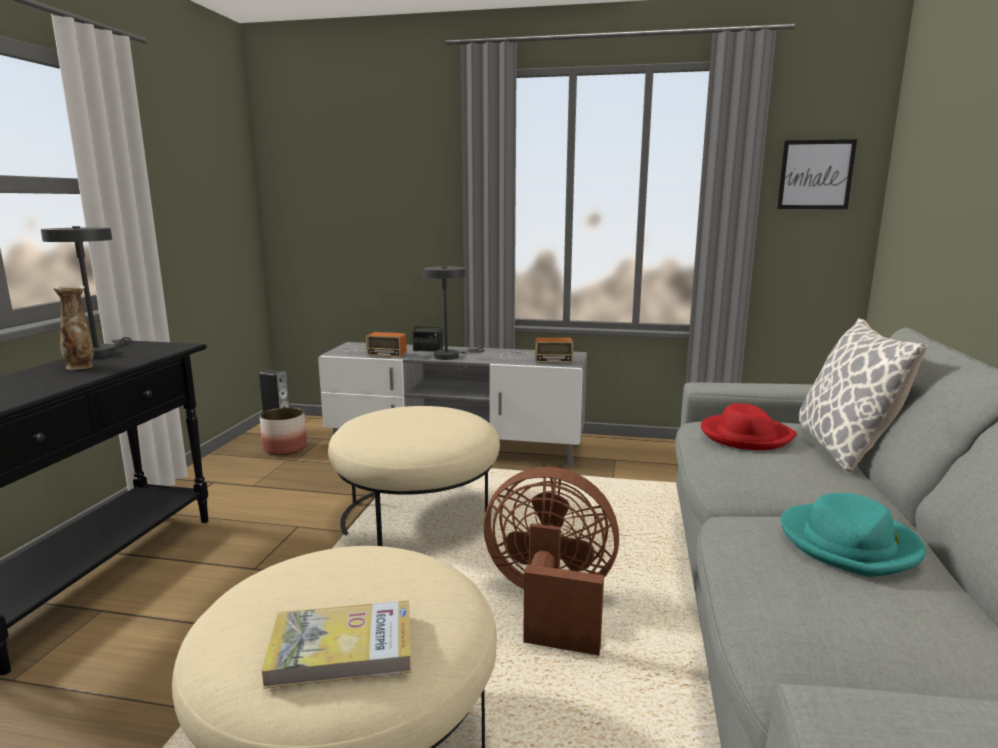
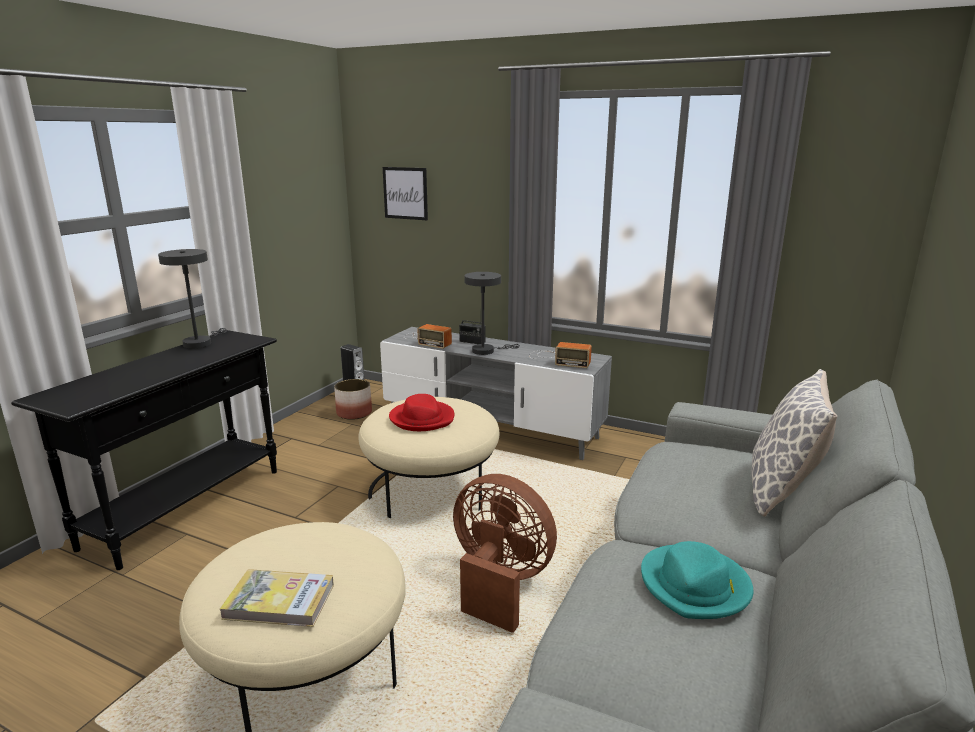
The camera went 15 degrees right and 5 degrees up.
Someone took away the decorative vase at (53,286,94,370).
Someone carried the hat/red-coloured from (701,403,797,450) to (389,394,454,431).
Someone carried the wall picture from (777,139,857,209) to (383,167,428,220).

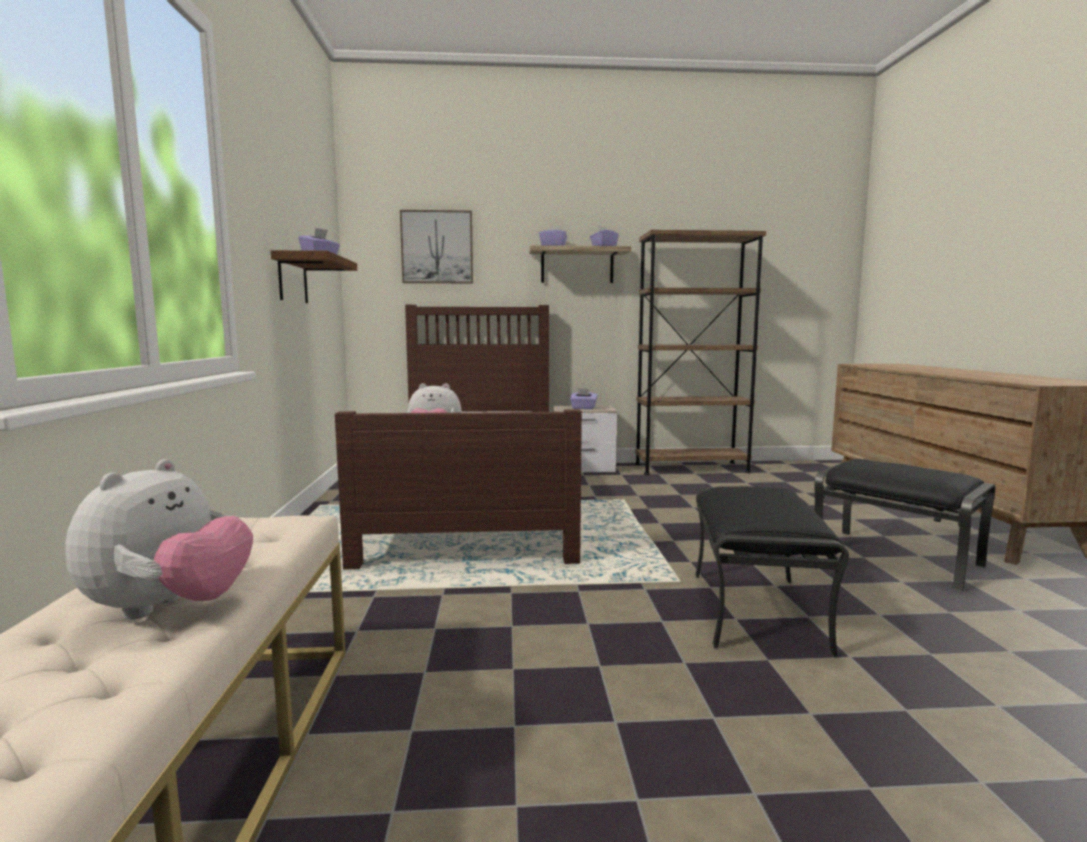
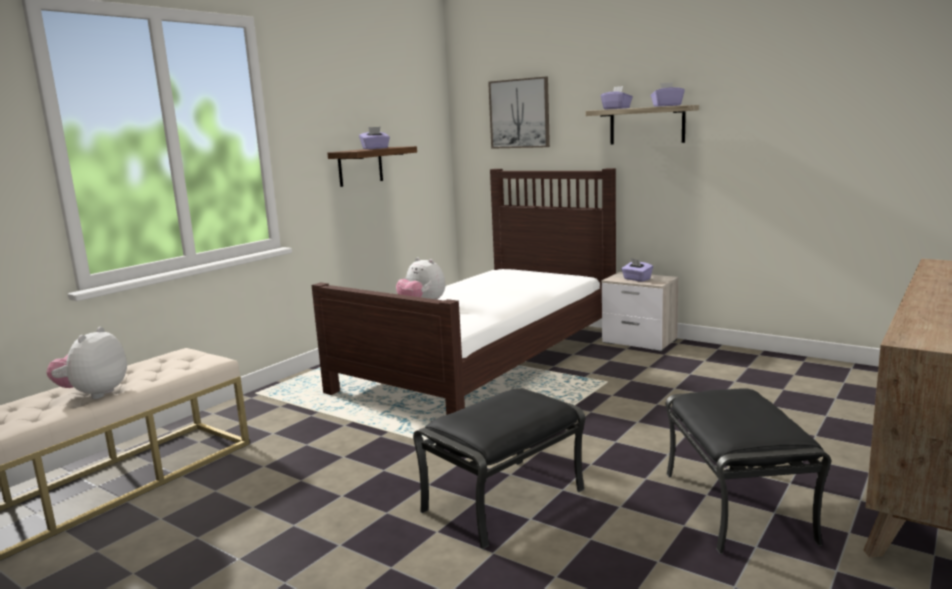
The camera went 40 degrees right and 5 degrees up.
Someone took away the bookshelf/brown at (635,230,766,475).
Someone rotated the plush toy at (65,459,253,620) by 135 degrees clockwise.

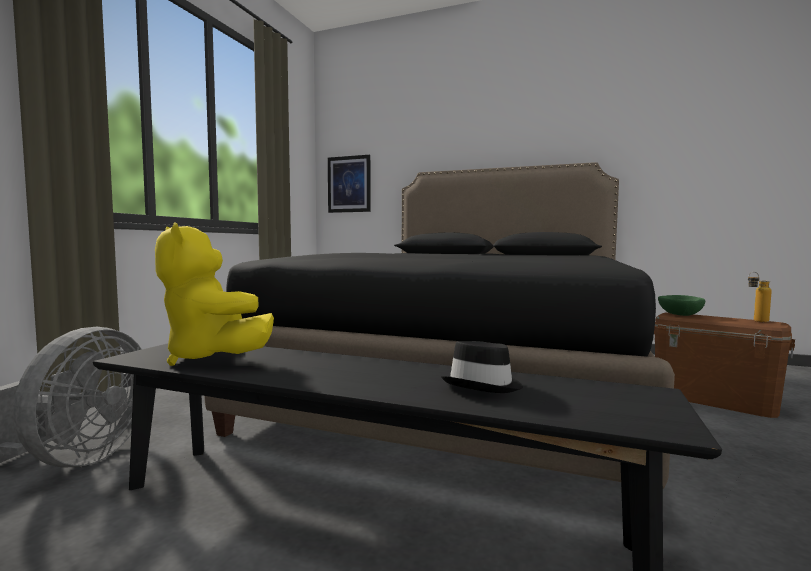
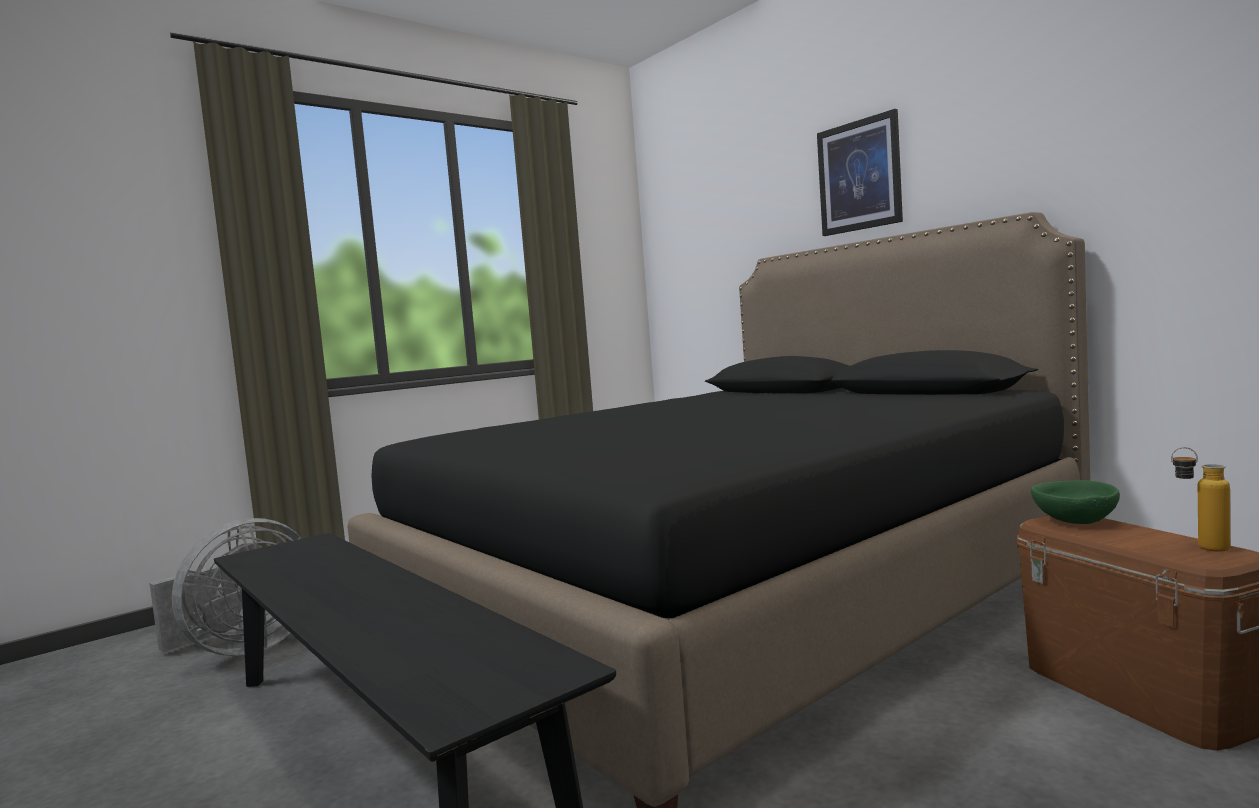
The camera went 30 degrees right and 0 degrees up.
Someone took away the plush toy/yellowish at (155,222,274,366).
Someone took away the hat/black at (441,341,523,393).
Someone carried the wall picture from (328,155,370,213) to (817,109,903,236).

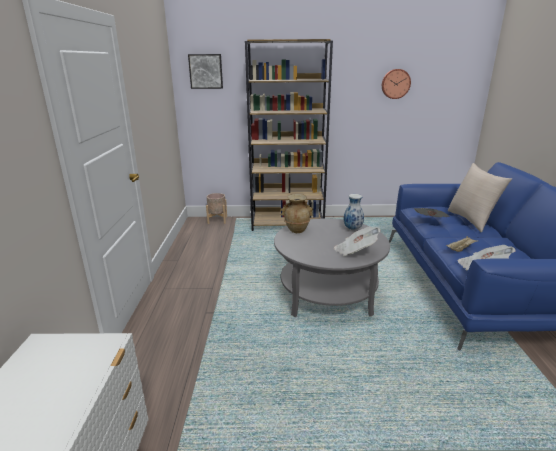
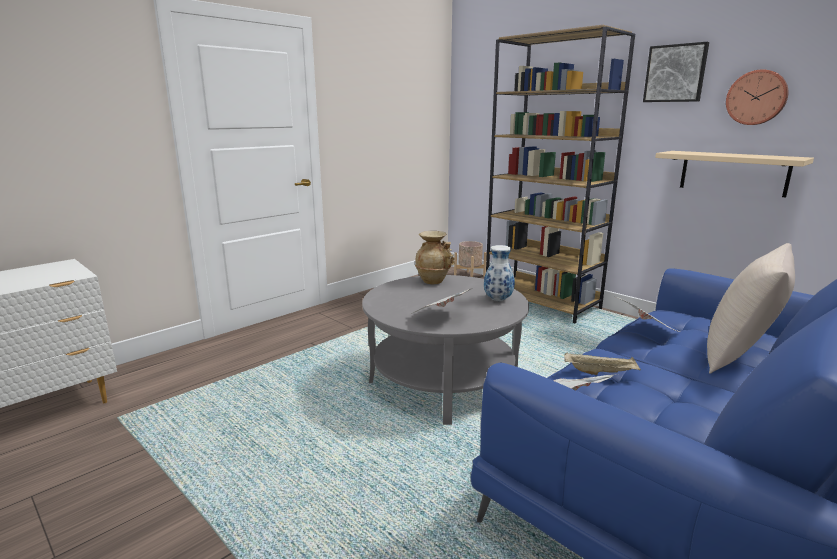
The camera went 45 degrees right and 5 degrees down.
Someone put up the wall shelf/sand-coloured at (655,151,814,197).
Someone carried the wall picture from (188,54,223,89) to (643,42,709,102).

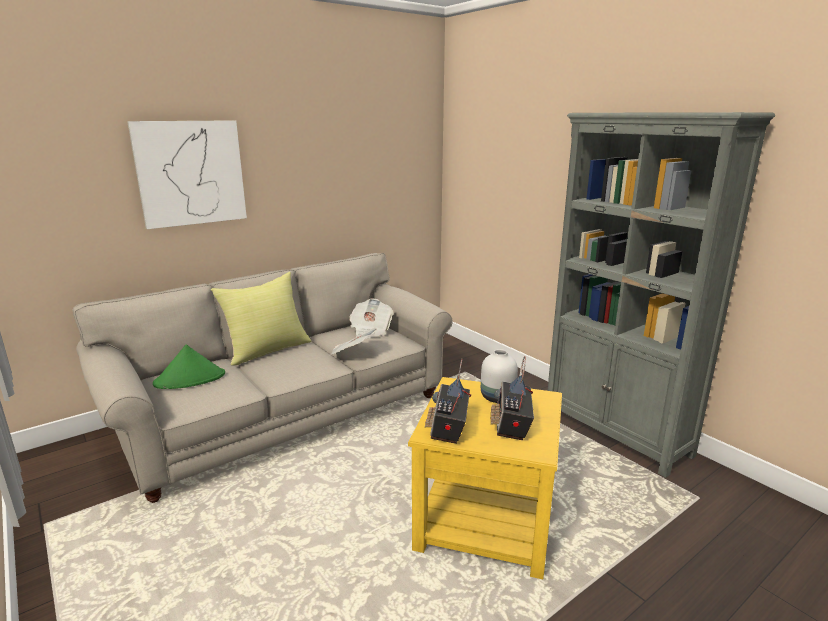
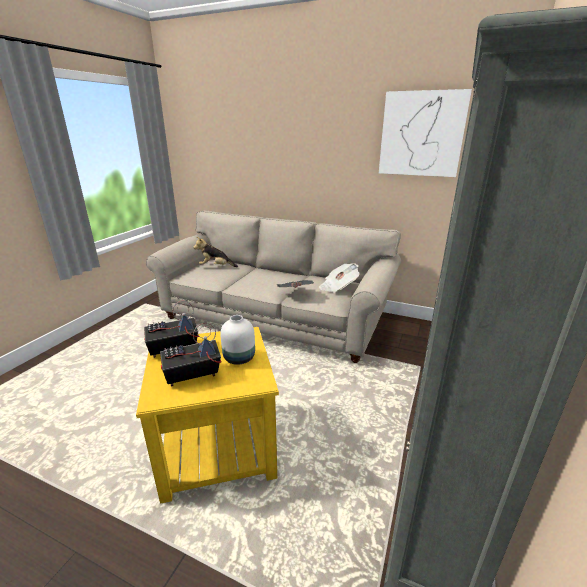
The camera went 60 degrees right and 5 degrees up.
Someone took away the cushion/yellowish at (211,272,312,366).
Someone carried the wall picture from (127,120,247,229) to (379,89,472,177).
Someone swapped the hat/green-coloured at (153,345,225,389) for the plush toy at (193,237,238,267).

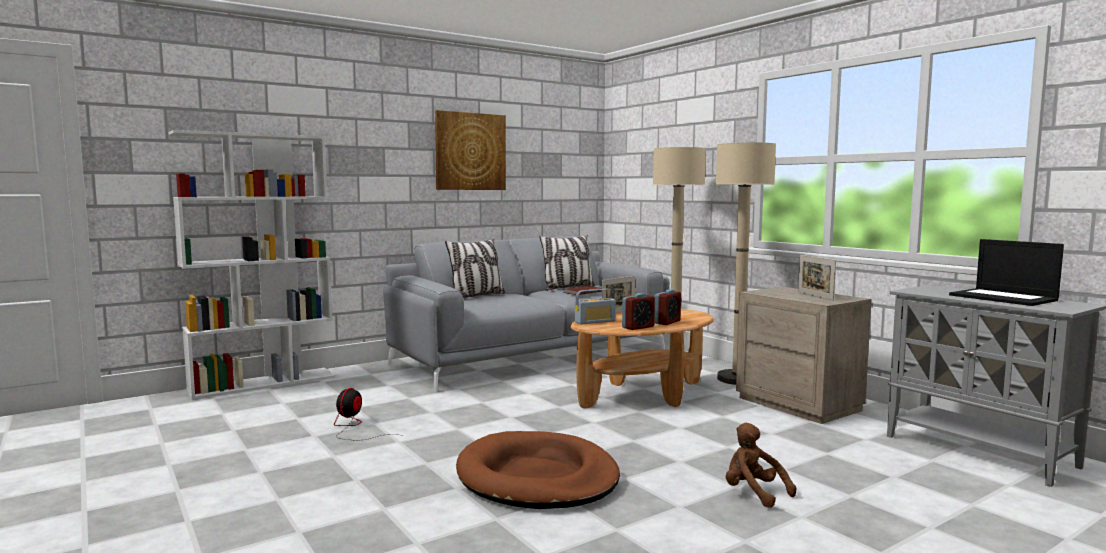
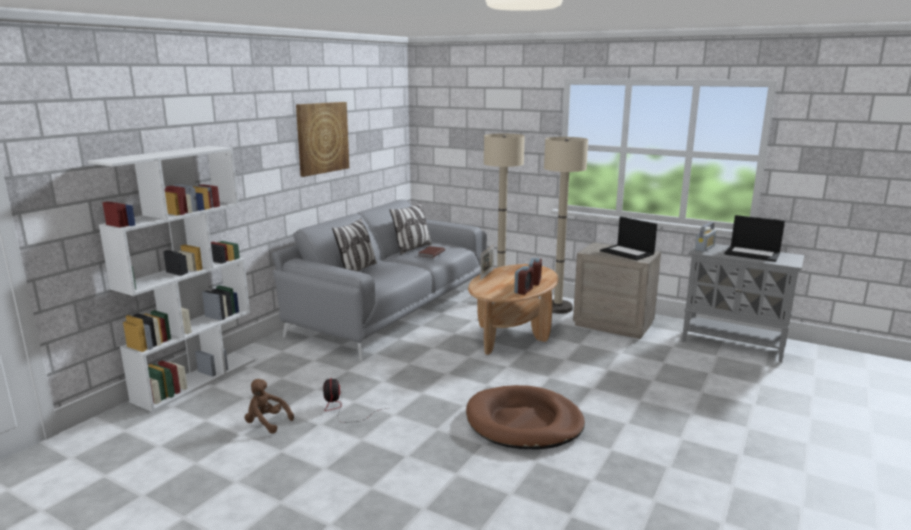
The camera went 25 degrees left and 10 degrees up.
Someone carried the radio from (575,289,616,325) to (695,222,717,252).
Someone carried the plush toy/brown from (726,423,796,508) to (244,379,294,434).
Someone swapped the picture frame at (798,255,836,301) for the portable computer at (600,217,657,260).

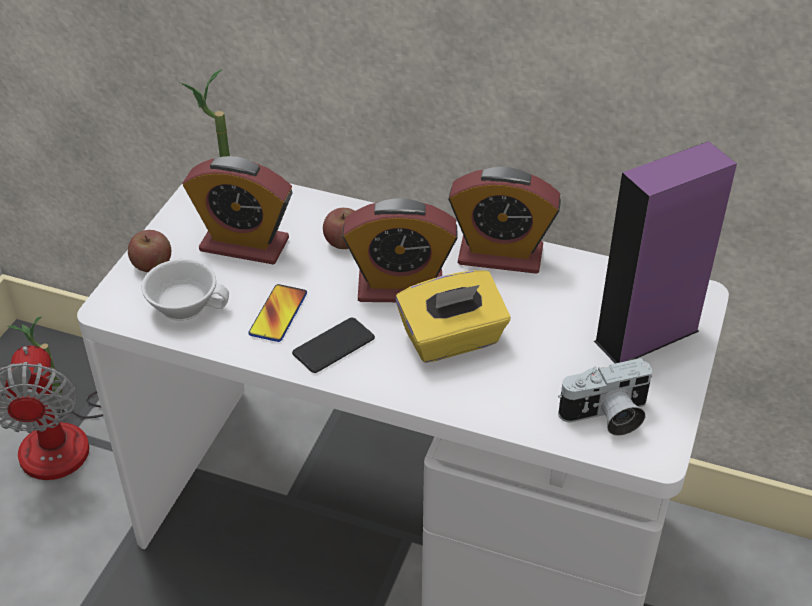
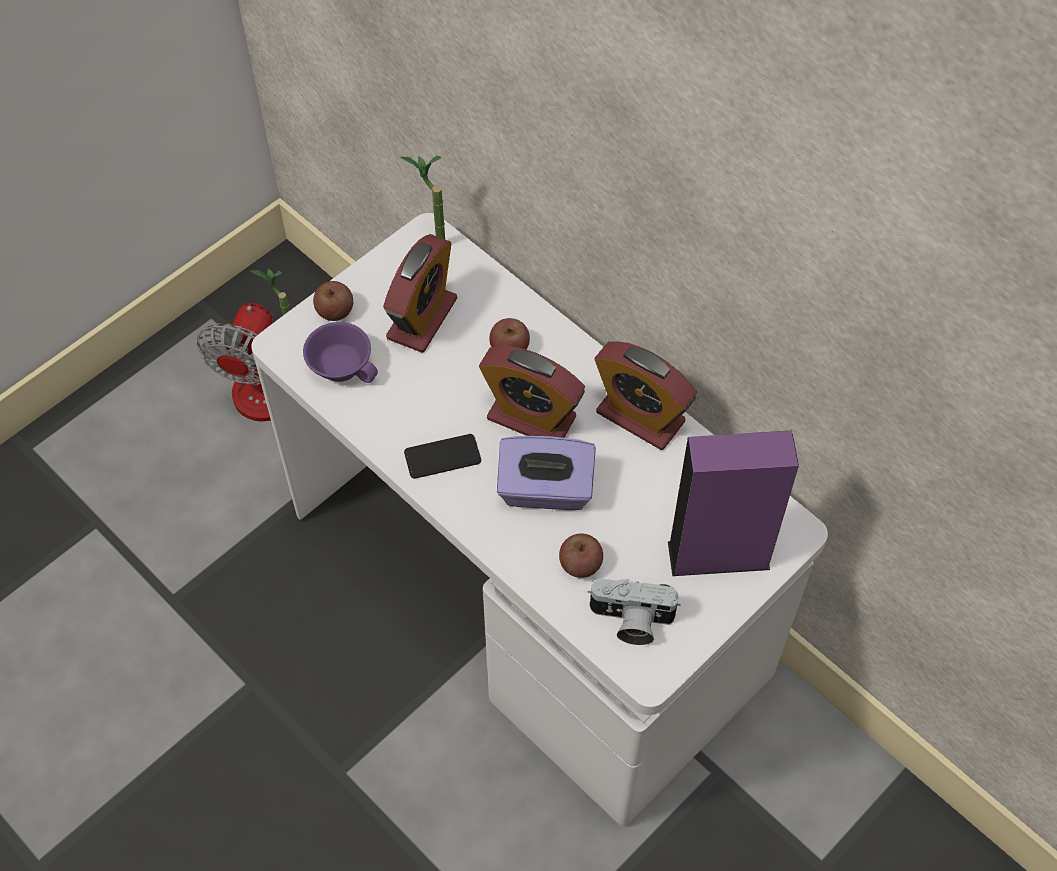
The camera went 25 degrees right and 15 degrees up.
Someone took away the telephone at (248,284,307,342).
Someone put down the apple fruit at (559,533,603,578).
Someone repainted the small cup/white-coloured at (141,259,229,321), which became the small cup/purple-coloured at (303,322,378,383).
Someone repainted the box of tissues/yellowish at (395,270,511,363), which became the box of tissues/purple-coloured at (497,436,596,510).
Someone rotated the table clock at (182,156,293,265) by 105 degrees counterclockwise.

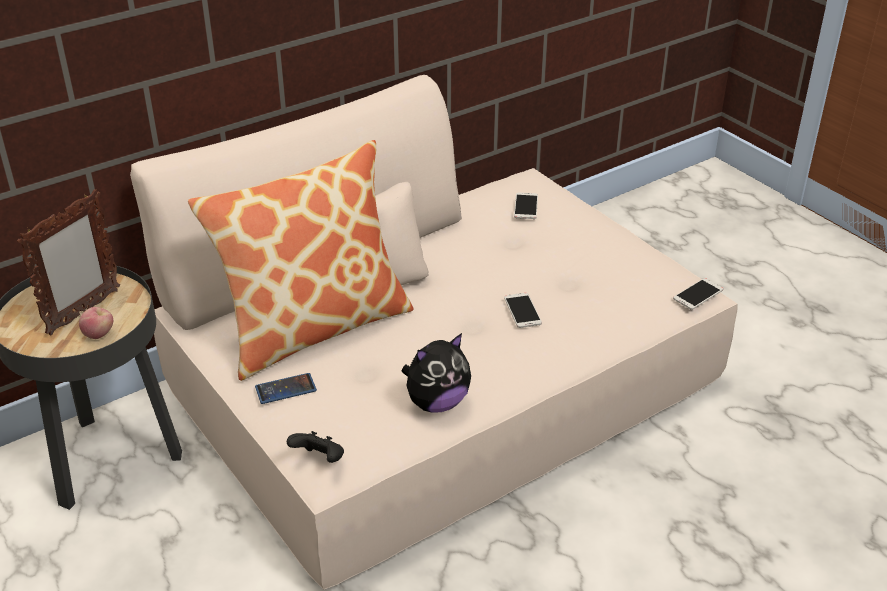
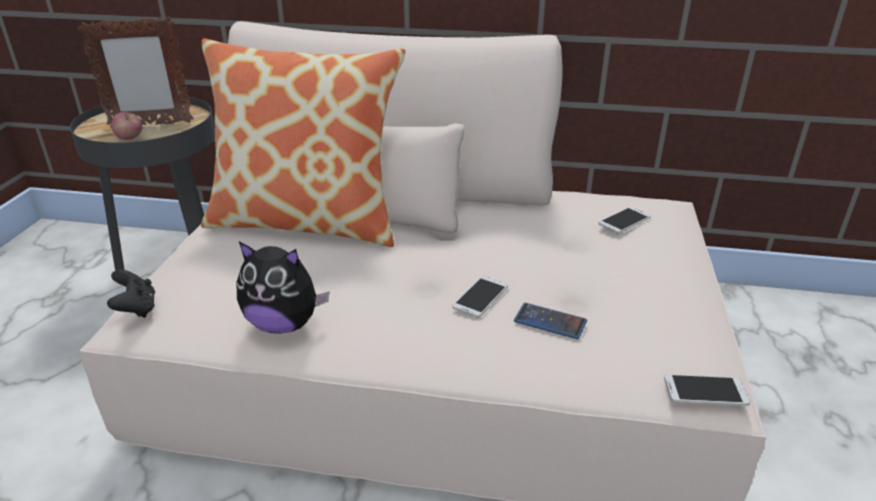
The camera went 45 degrees right and 5 degrees down.
Someone carried the telephone from (255,373,317,404) to (514,303,587,339).

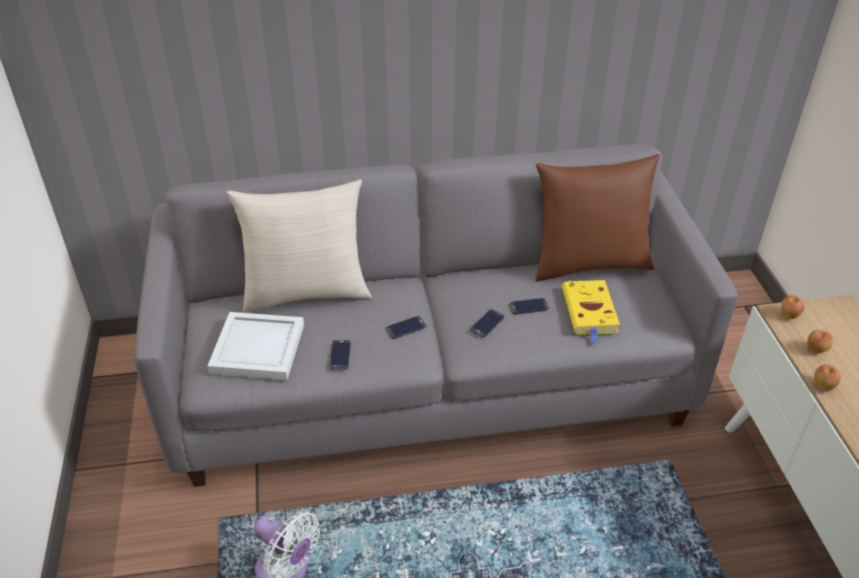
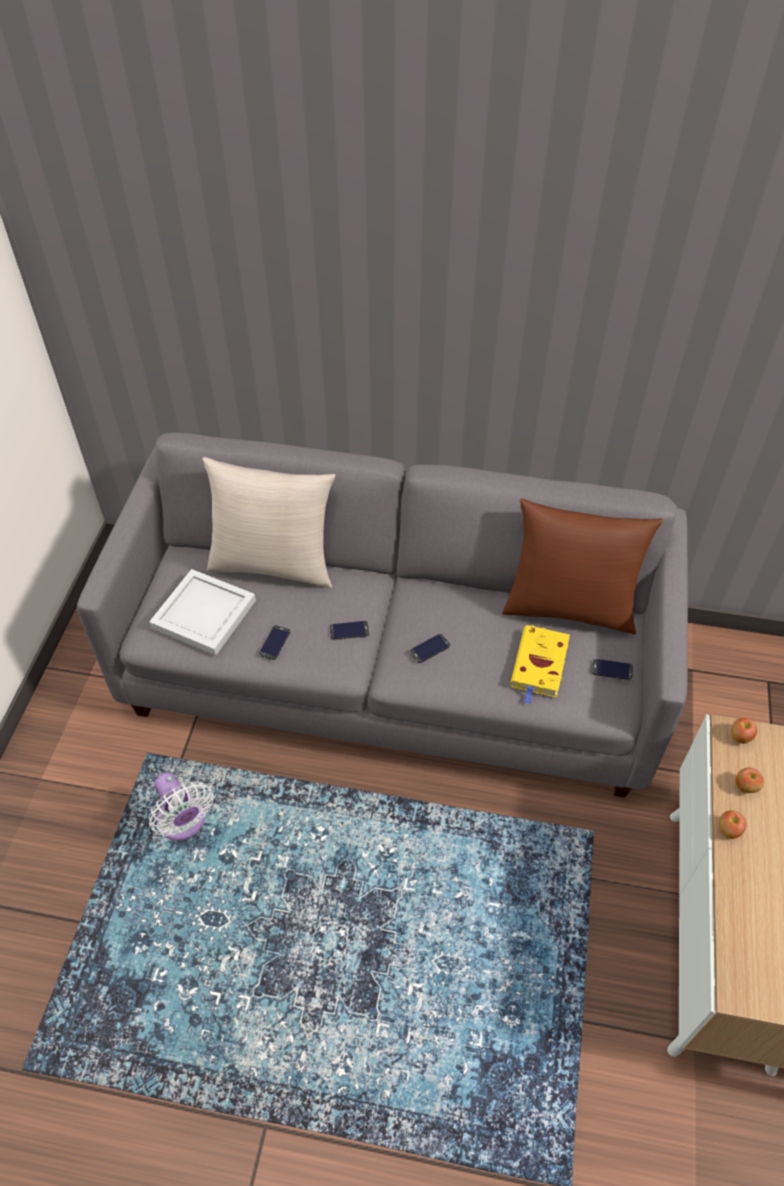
The camera went 20 degrees right and 10 degrees up.
Someone carried the telephone from (509,298,549,315) to (592,659,633,680).

